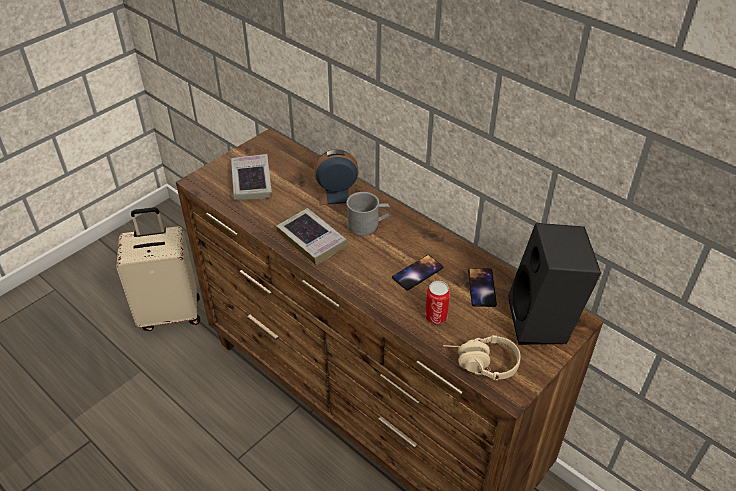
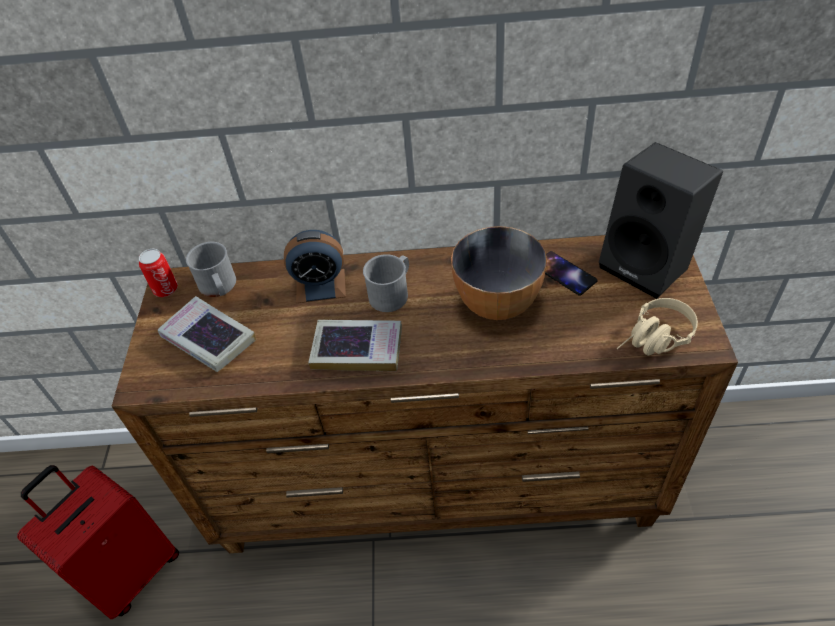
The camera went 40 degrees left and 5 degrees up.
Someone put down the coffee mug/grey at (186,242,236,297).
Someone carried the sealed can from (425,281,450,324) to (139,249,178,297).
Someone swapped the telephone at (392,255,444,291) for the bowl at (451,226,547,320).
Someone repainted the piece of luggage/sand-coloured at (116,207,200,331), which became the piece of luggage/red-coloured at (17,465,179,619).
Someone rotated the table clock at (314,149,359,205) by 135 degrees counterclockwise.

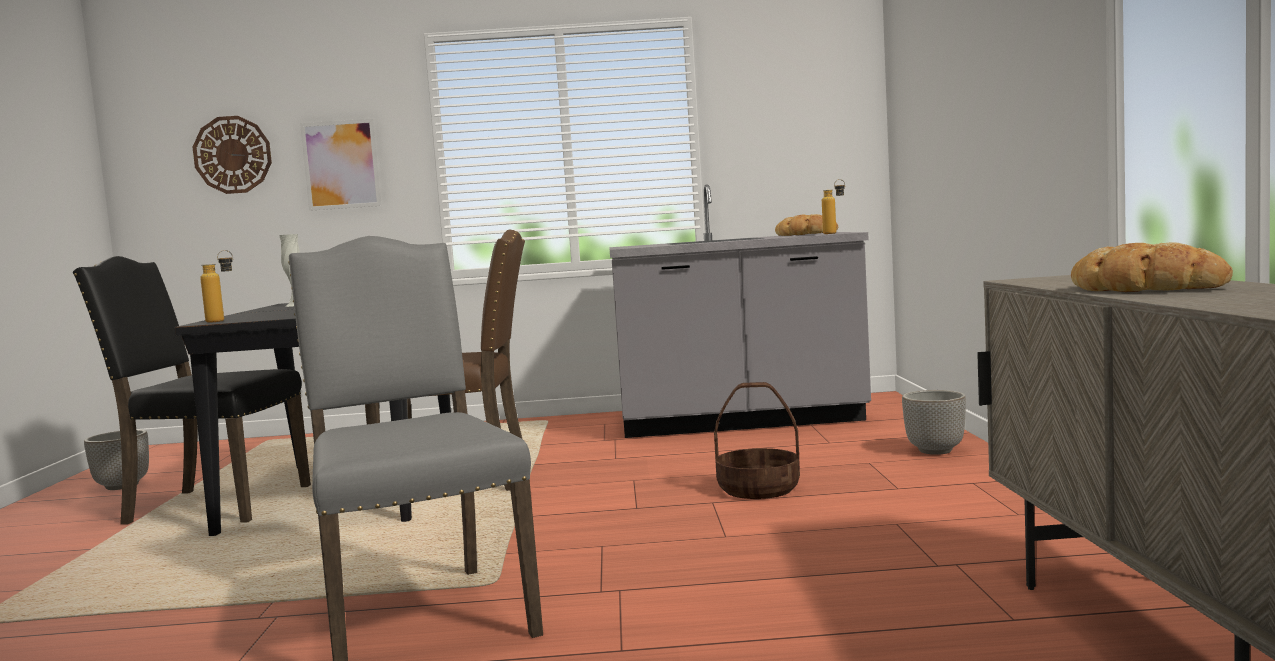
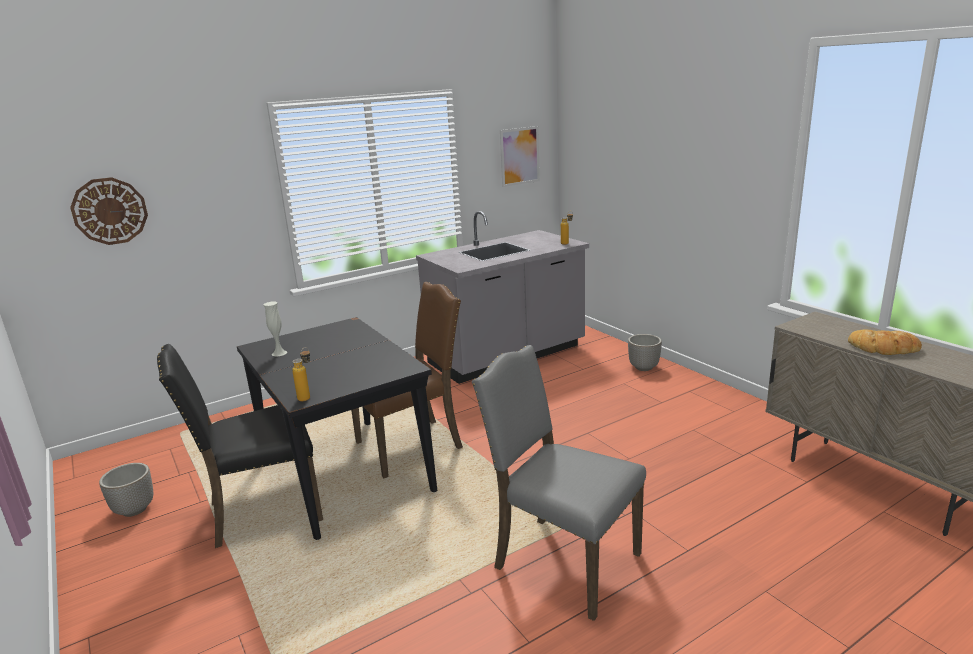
The camera went 30 degrees left and 15 degrees up.
Someone took away the storage basket at (714,382,800,499).
Someone took away the bread at (775,214,838,236).
Someone carried the wall picture from (300,119,382,211) to (500,126,540,187).

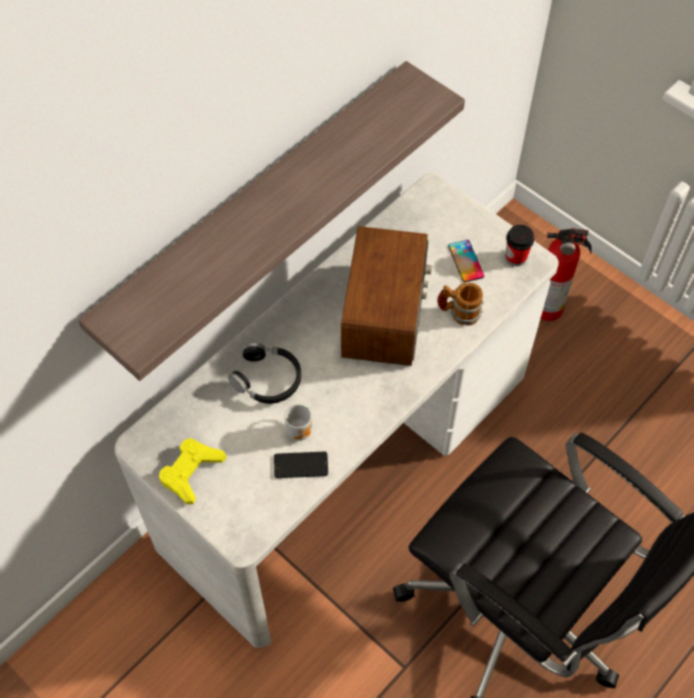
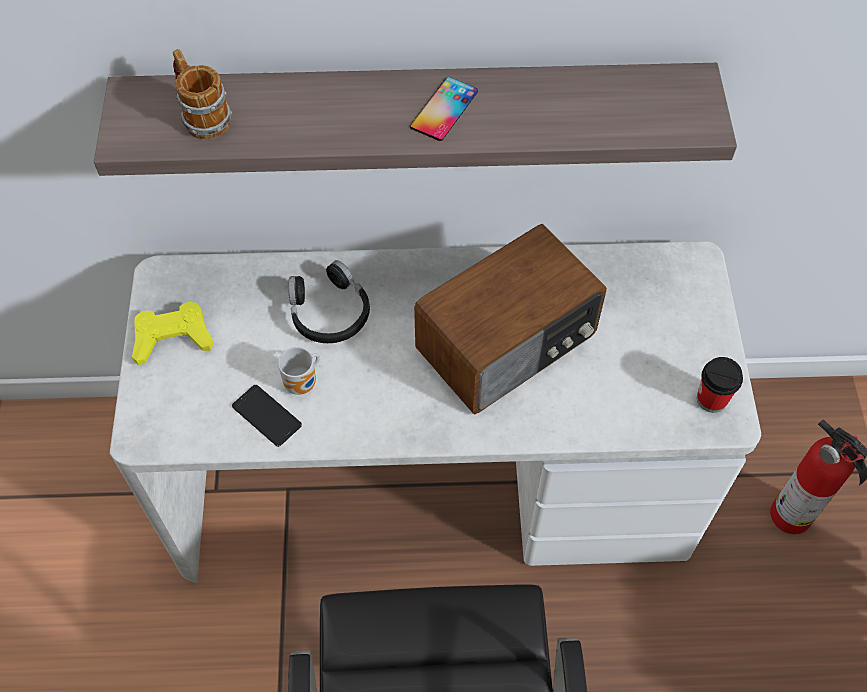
The camera went 45 degrees right and 0 degrees up.
Someone carried the coffee mug from (437,283,484,326) to (173,49,232,139).
Someone carried the telephone from (448,240,484,282) to (410,77,478,141).

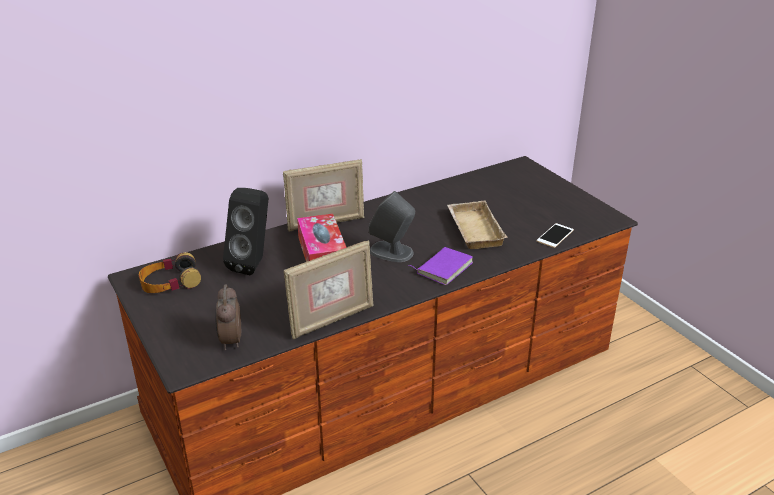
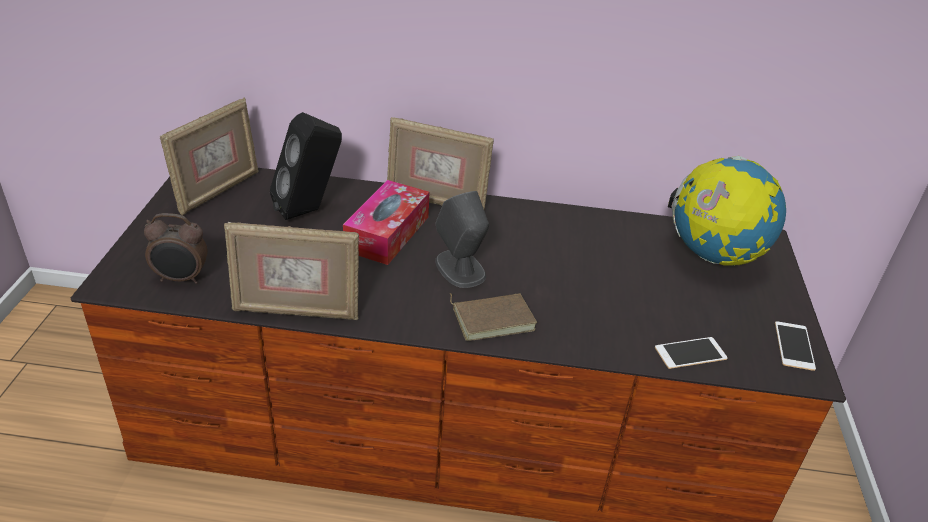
The camera went 35 degrees right and 5 degrees up.
Someone took away the carrying tray/sand-coloured at (447,201,508,249).
Someone put down the desk globe at (668,156,786,266).
Someone put down the telephone at (775,321,816,371).
Someone swapped the headphones at (139,252,201,293) for the picture frame at (160,97,259,216).
Someone repainted the bound book/purple-coloured at (408,247,473,285), which became the bound book/brown at (450,293,537,341).
Someone rotated the table clock at (215,284,241,350) by 120 degrees counterclockwise.

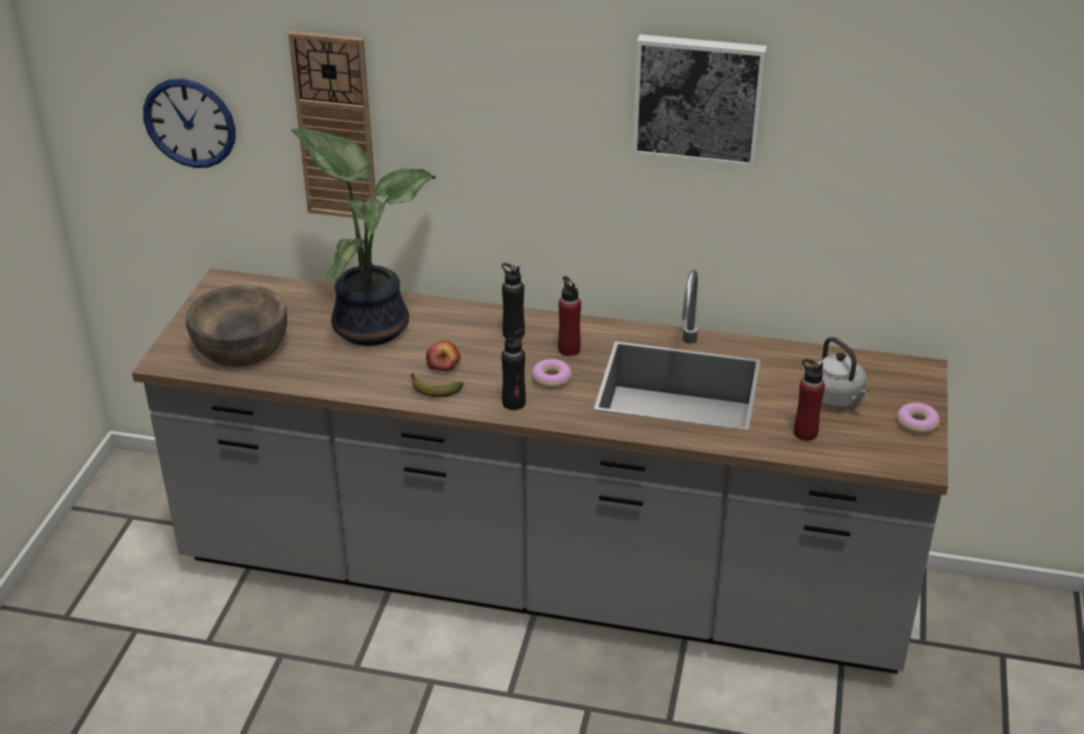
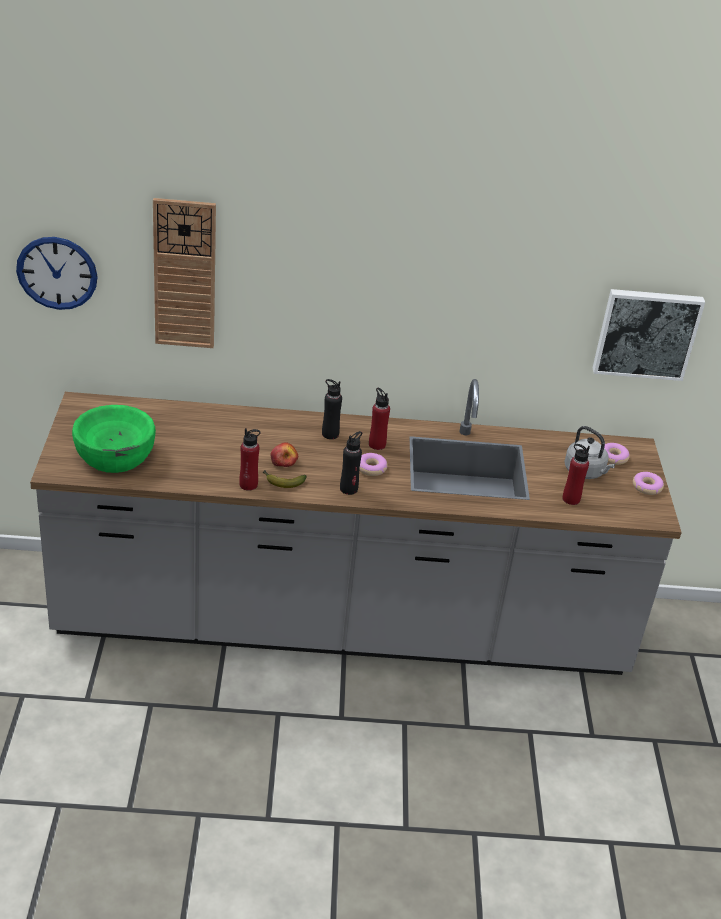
The camera went 15 degrees left and 0 degrees up.
Someone took away the plant in a pot at (291,128,436,346).
Someone put down the beverage bottle/red-coloured at (239,428,261,491).
Someone put down the ring doughnut at (604,443,630,465).
Someone carried the wall picture from (632,34,767,167) to (593,289,705,381).
Someone repainted the bowl/brown at (186,285,287,367), which became the bowl/green-coloured at (72,405,156,473).

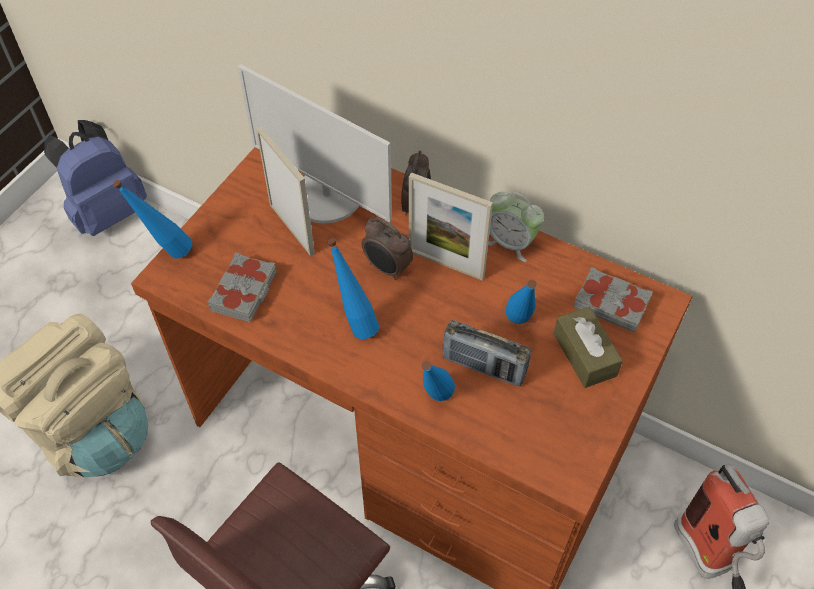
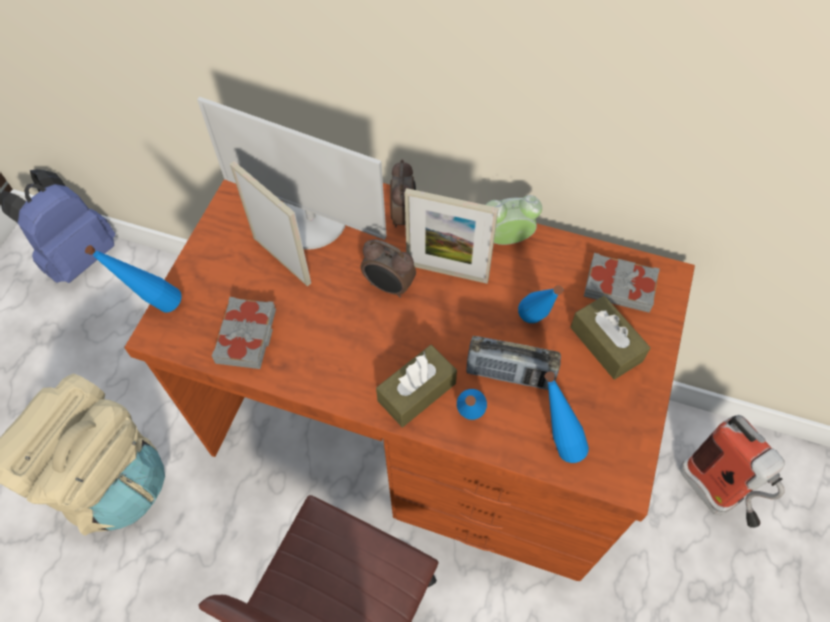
The camera went 10 degrees left and 5 degrees up.
Someone put down the box of tissues/brown at (376,345,457,427).
Someone carried the beverage bottle/blue-coloured from (327,238,379,339) to (544,371,589,463).
Someone rotated the table clock at (488,191,544,262) by 150 degrees clockwise.

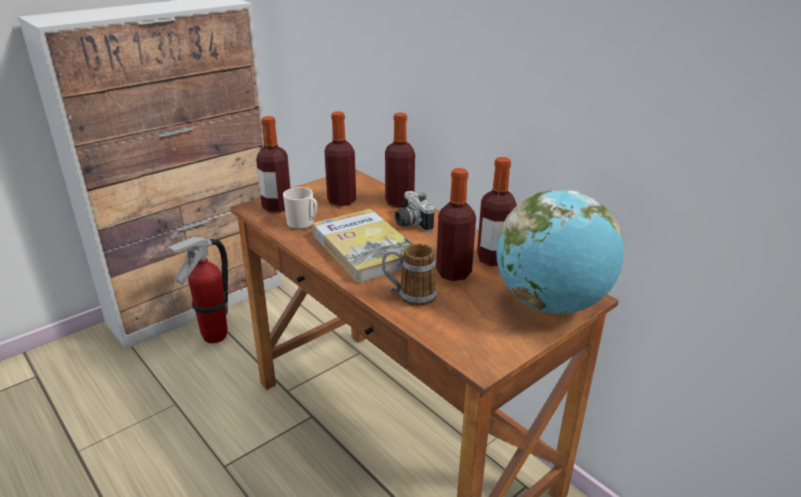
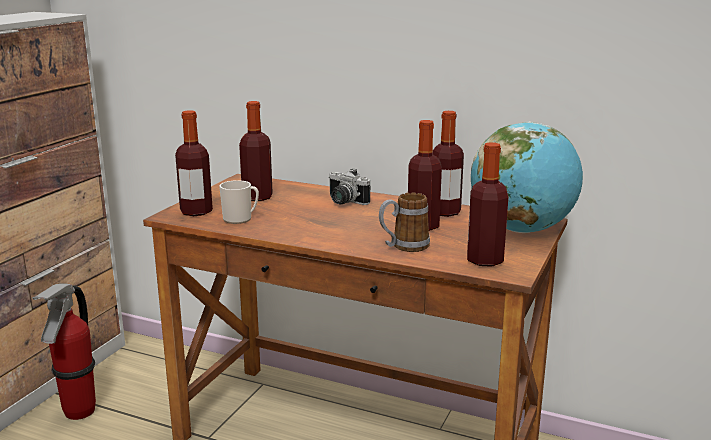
The camera went 25 degrees left and 10 degrees down.
Someone took away the bound book at (312,209,412,283).
Someone carried the beverage bottle from (385,112,415,207) to (467,142,508,267).

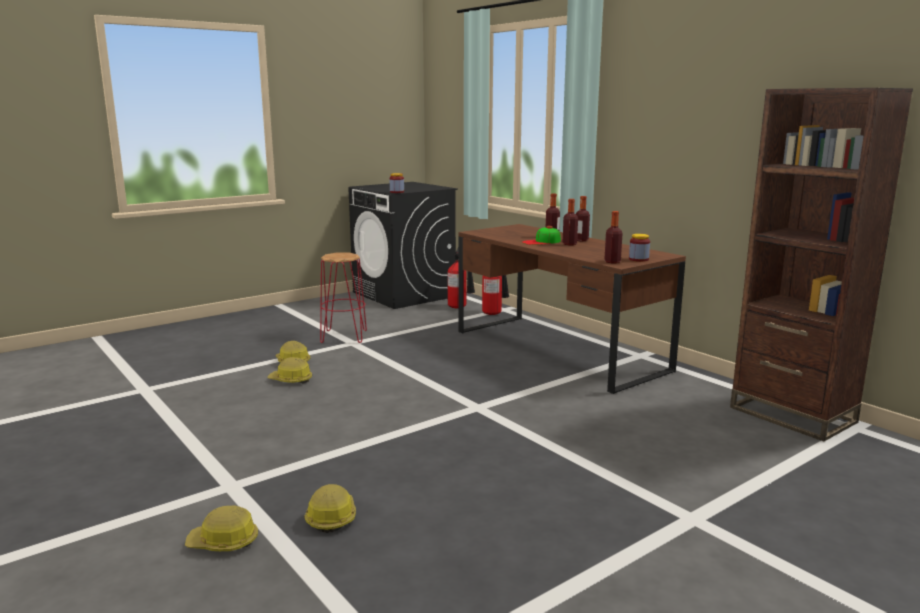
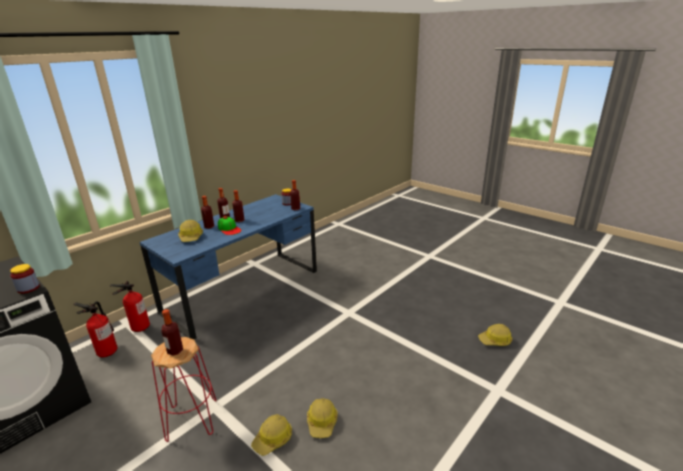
The camera went 100 degrees left and 10 degrees up.
Someone took away the bookshelf/brown at (730,88,913,441).
Someone put down the beverage bottle at (162,309,183,356).
Someone carried the safety helmet from (185,506,258,551) to (178,220,203,242).
Someone repainted the desk table/brown at (458,224,686,394), which became the desk table/blue-coloured at (140,194,317,339).

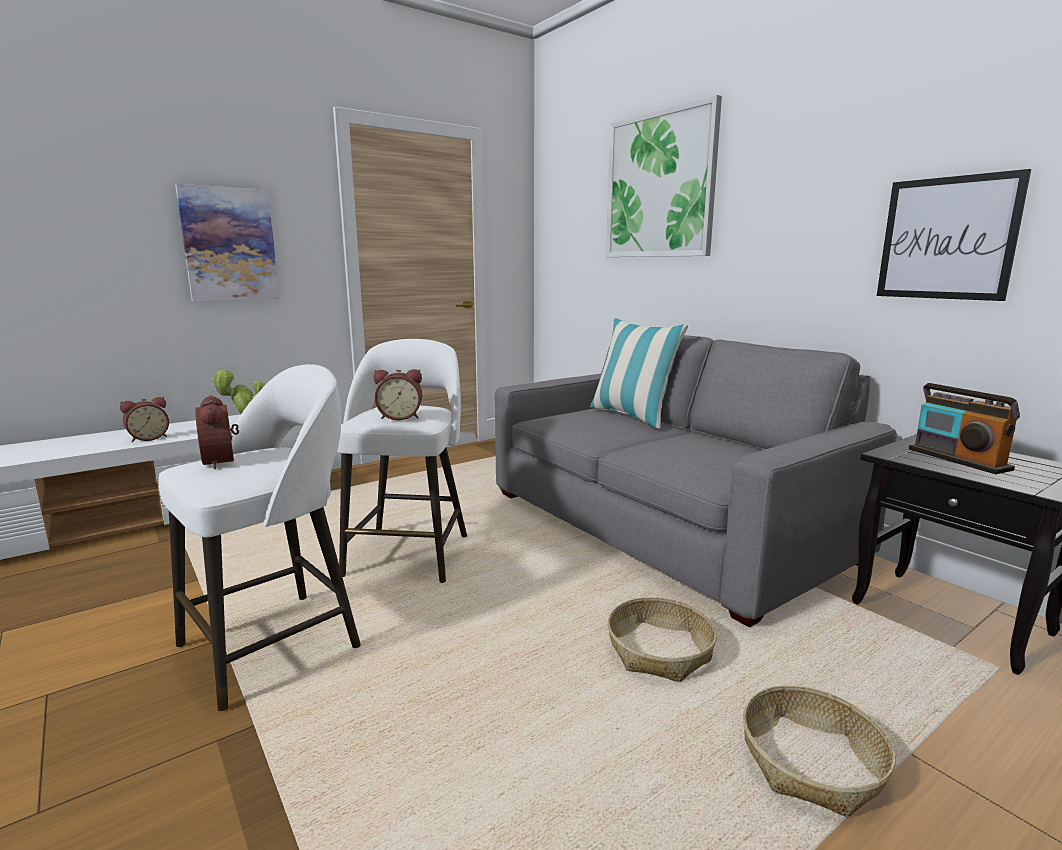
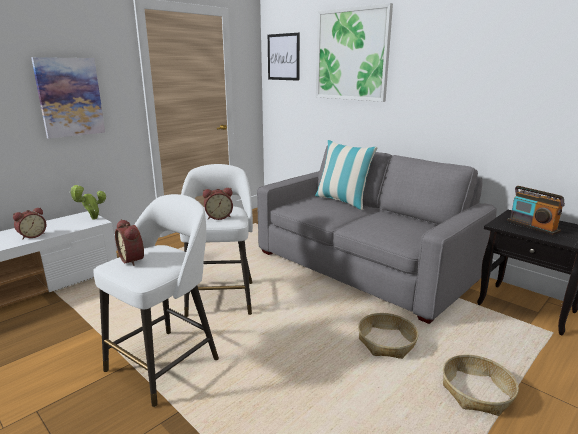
The camera went 10 degrees left and 5 degrees up.
Someone carried the wall picture from (877,169,1031,301) to (268,33,300,81).

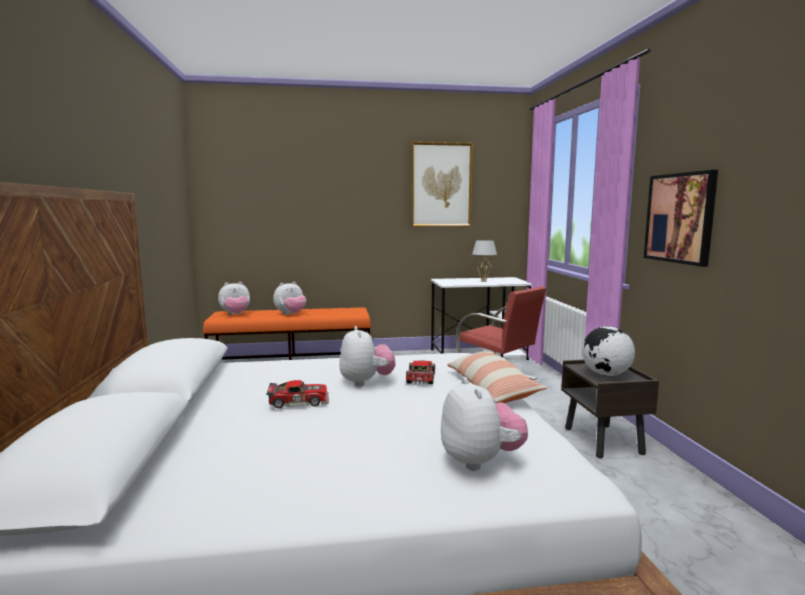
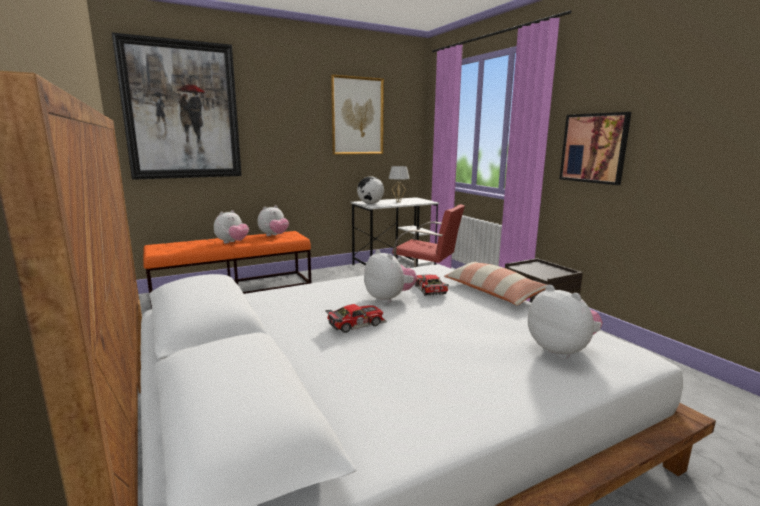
The camera went 20 degrees left and 5 degrees up.
Someone put up the wall picture at (112,32,242,180).
Someone carried the plush toy from (218,282,250,315) to (258,205,289,236).
Someone carried the desk globe from (582,326,635,376) to (357,176,384,204).

